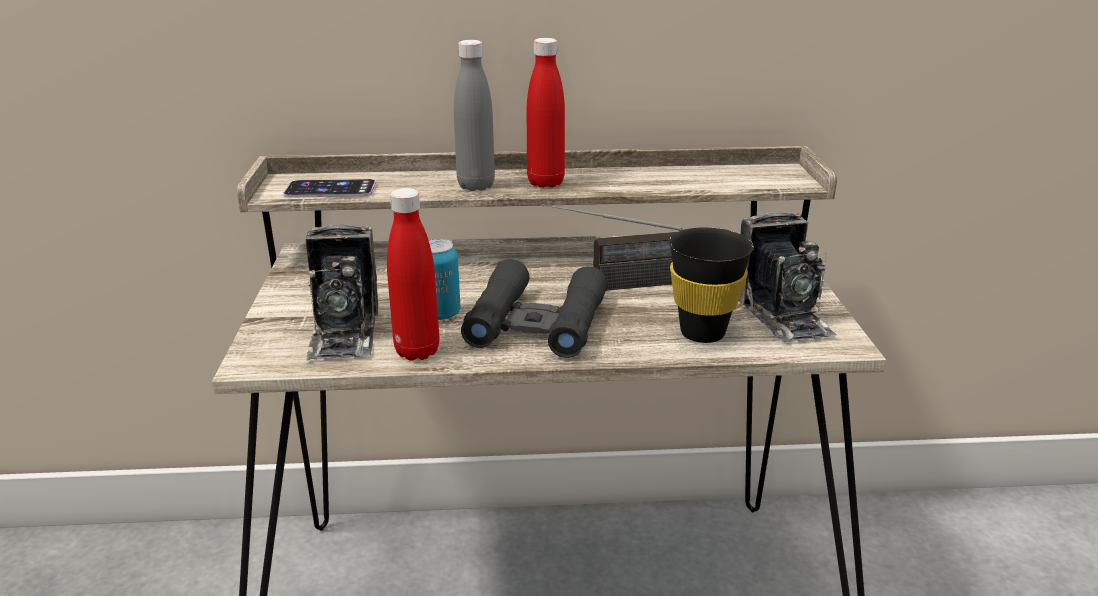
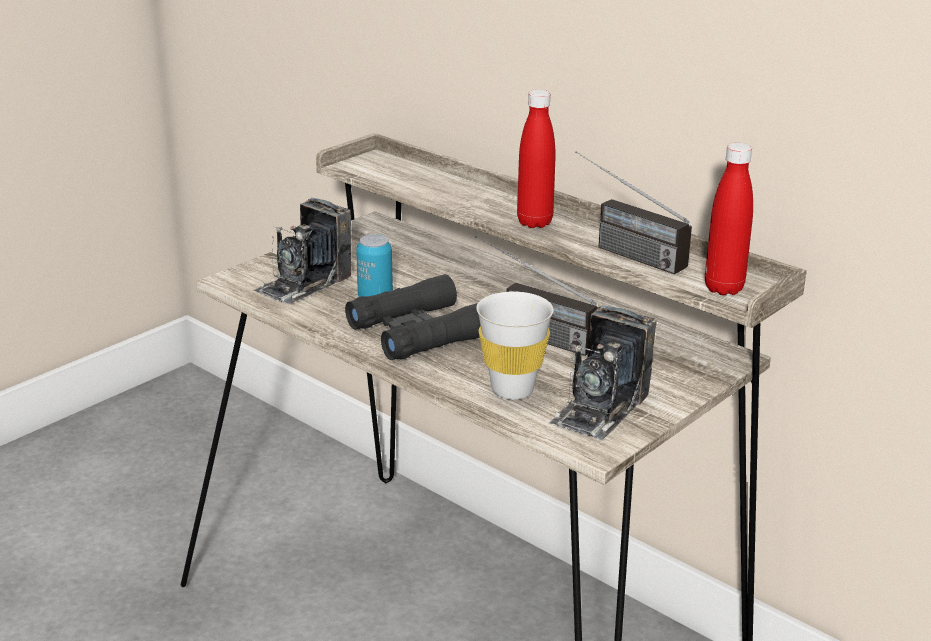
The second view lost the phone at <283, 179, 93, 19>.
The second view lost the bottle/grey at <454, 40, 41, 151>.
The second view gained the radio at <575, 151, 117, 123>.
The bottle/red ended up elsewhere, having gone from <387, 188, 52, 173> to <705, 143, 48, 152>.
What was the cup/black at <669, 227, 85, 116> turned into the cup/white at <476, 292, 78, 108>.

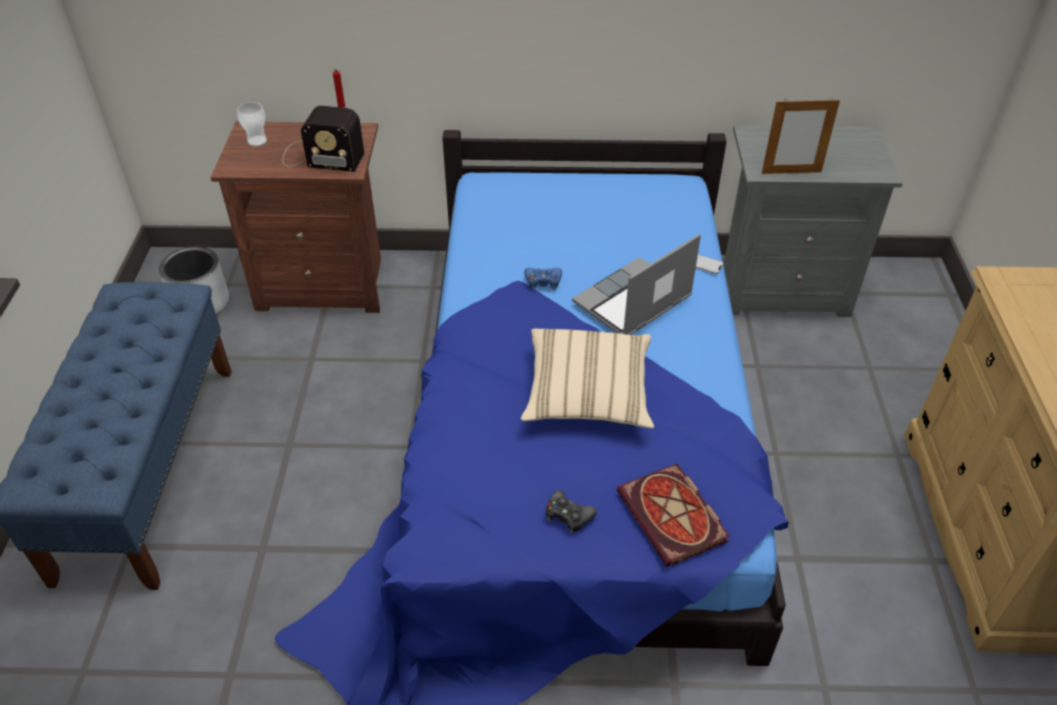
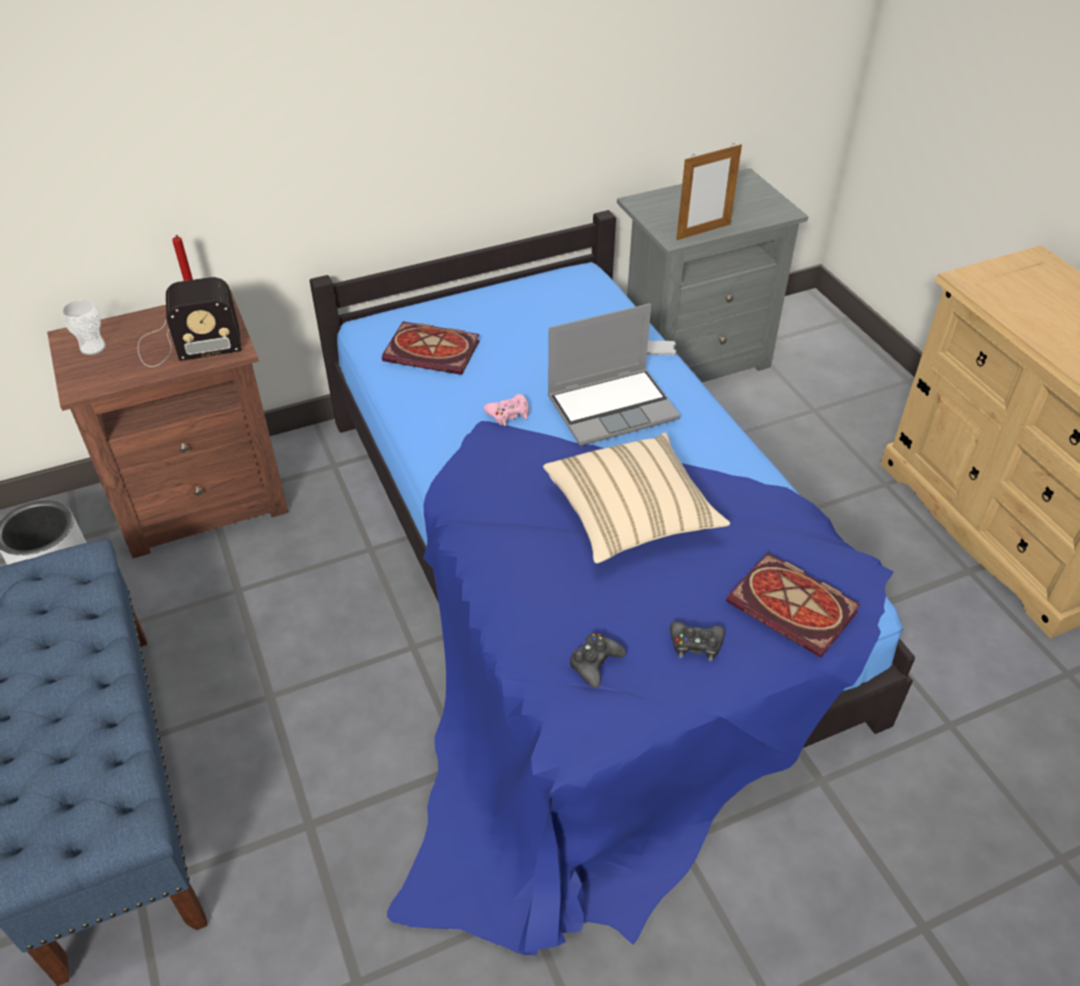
The second view gained the book at <382, 321, 98, 54>.
The second view gained the game controller/black at <570, 634, 56, 54>.
What was the game controller/blue at <524, 268, 38, 22> turned into the game controller/pink at <484, 394, 45, 32>.
The laptop at <572, 233, 129, 102> ended up facing another way, 135 degrees counterclockwise from before.

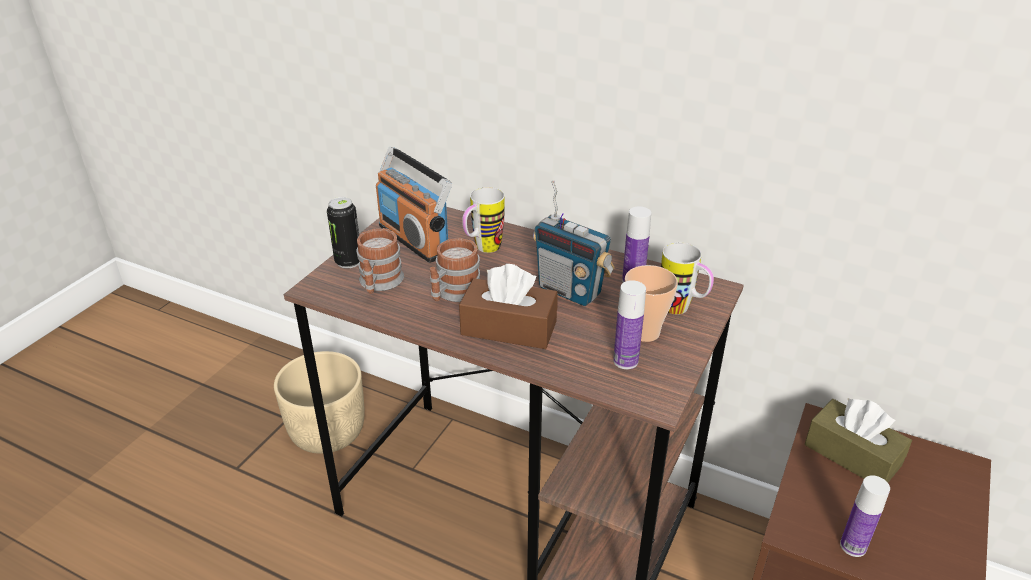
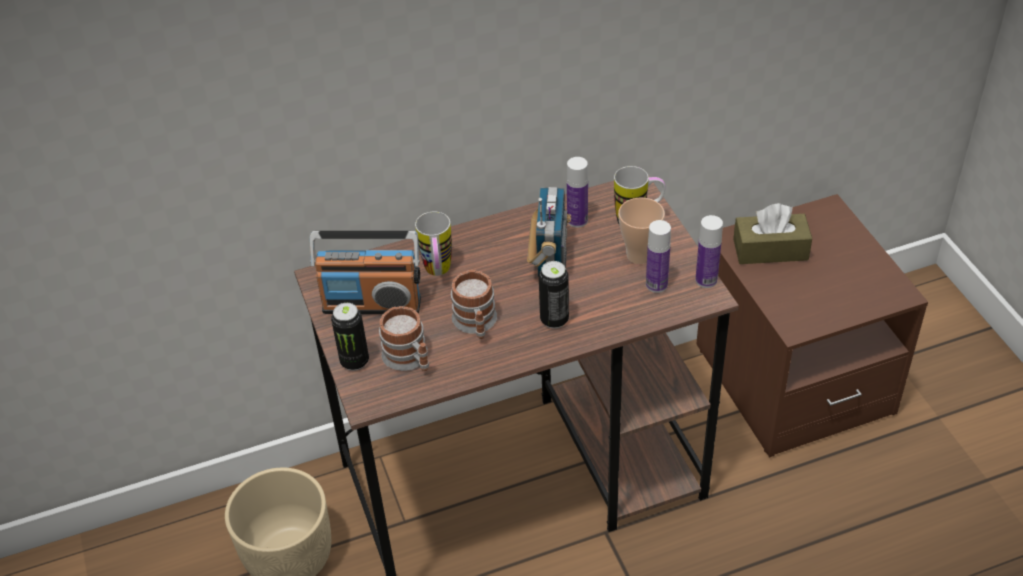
The bottle ended up elsewhere, having gone from <840, 475, 50, 82> to <695, 215, 28, 73>.
Where the tissue box/brown stood at <459, 264, 99, 85>, the can came to stand at <539, 261, 30, 68>.
The radio at <533, 181, 82, 125> ended up facing another way, 75 degrees counterclockwise from before.

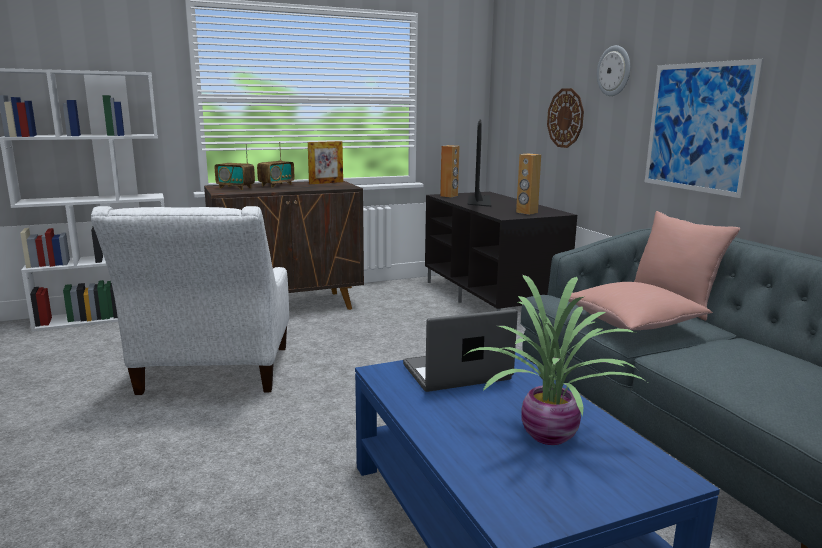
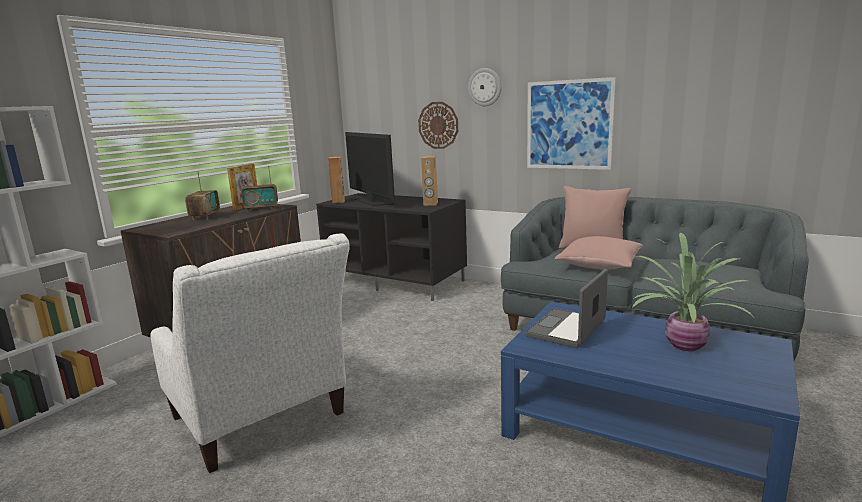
The radio ended up elsewhere, having gone from <215, 144, 40, 46> to <241, 166, 37, 46>.

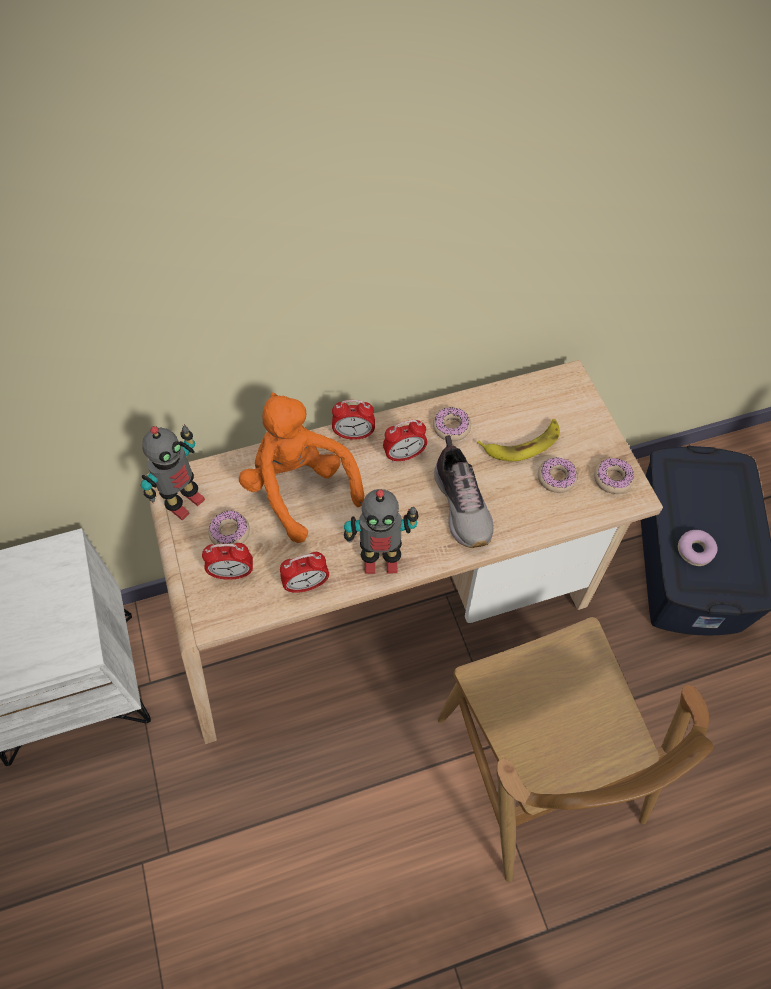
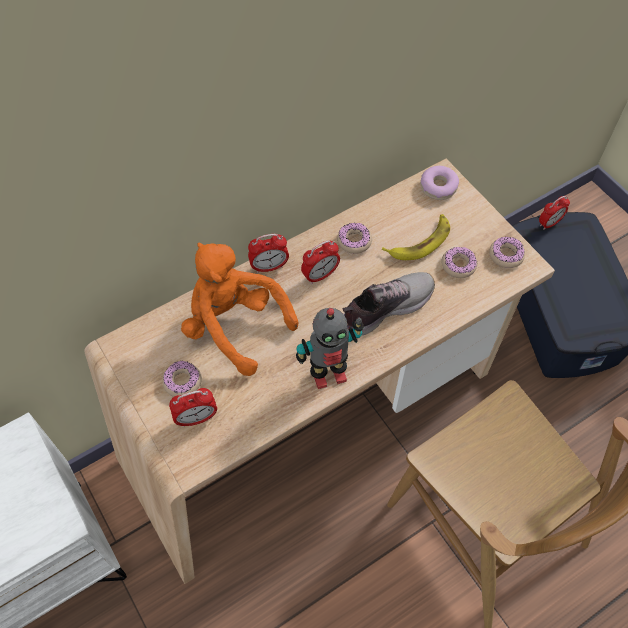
The second view lost the toy robot at <141, 424, 64, 96>.
The alarm clock ended up elsewhere, having gone from <280, 552, 49, 42> to <539, 196, 31, 34>.
The donut ended up elsewhere, having gone from <678, 530, 40, 36> to <420, 166, 39, 34>.
The shoe at <434, 435, 60, 113> ended up facing another way, 90 degrees counterclockwise from before.

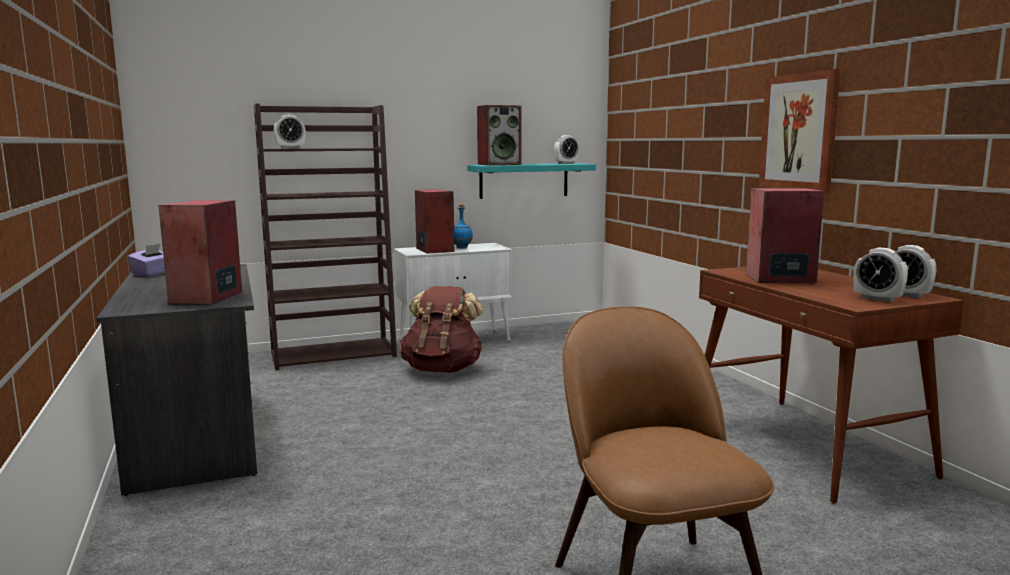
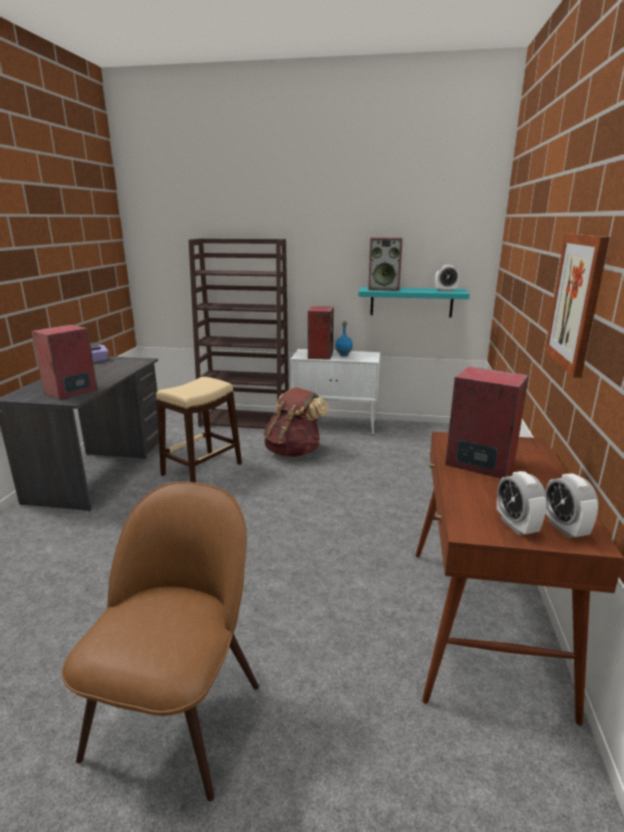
The second view lost the alarm clock at <274, 115, 32, 34>.
The second view gained the stool/beige at <156, 377, 86, 105>.

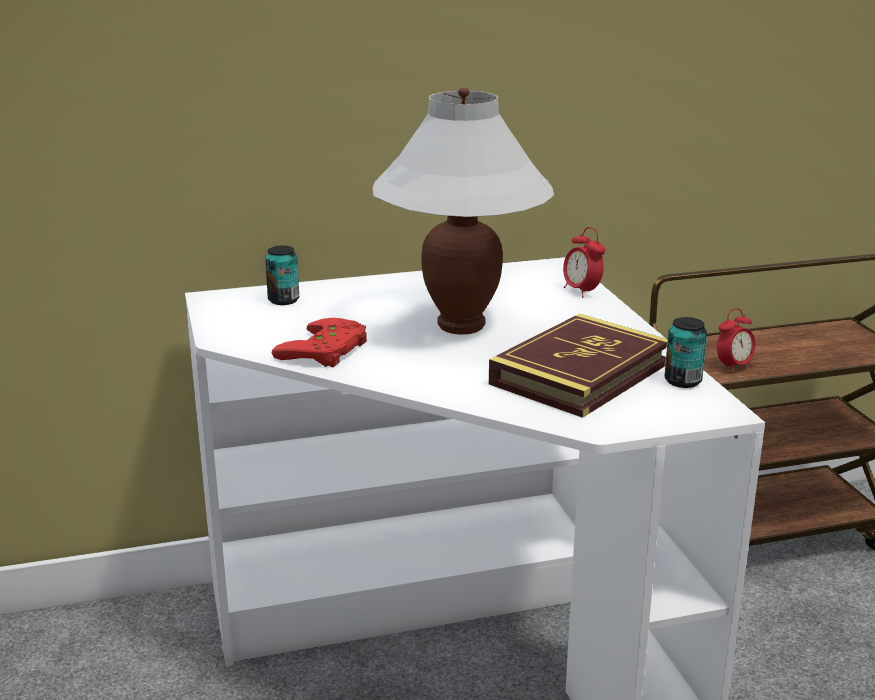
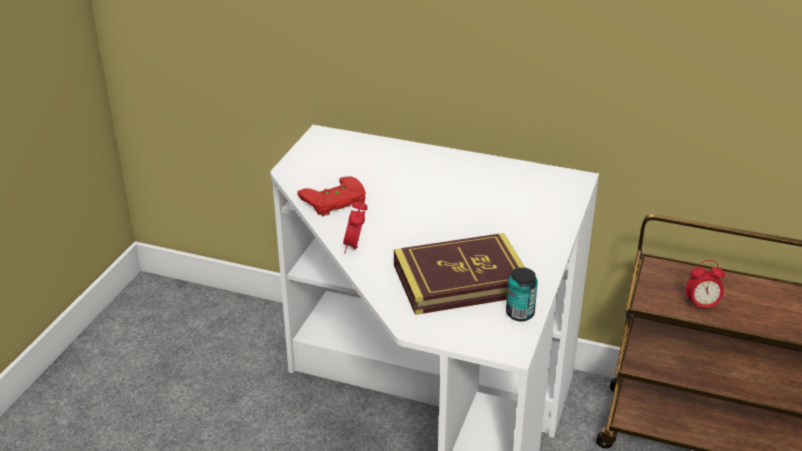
The second view lost the can at <265, 246, 34, 59>.
The second view lost the table lamp/white at <373, 87, 181, 248>.
The alarm clock ended up elsewhere, having gone from <563, 227, 42, 71> to <343, 198, 25, 55>.

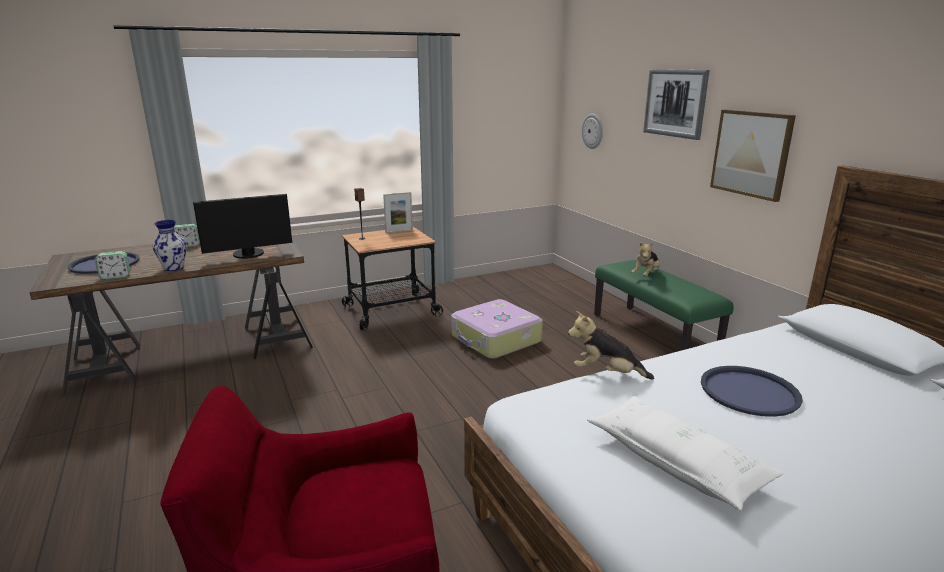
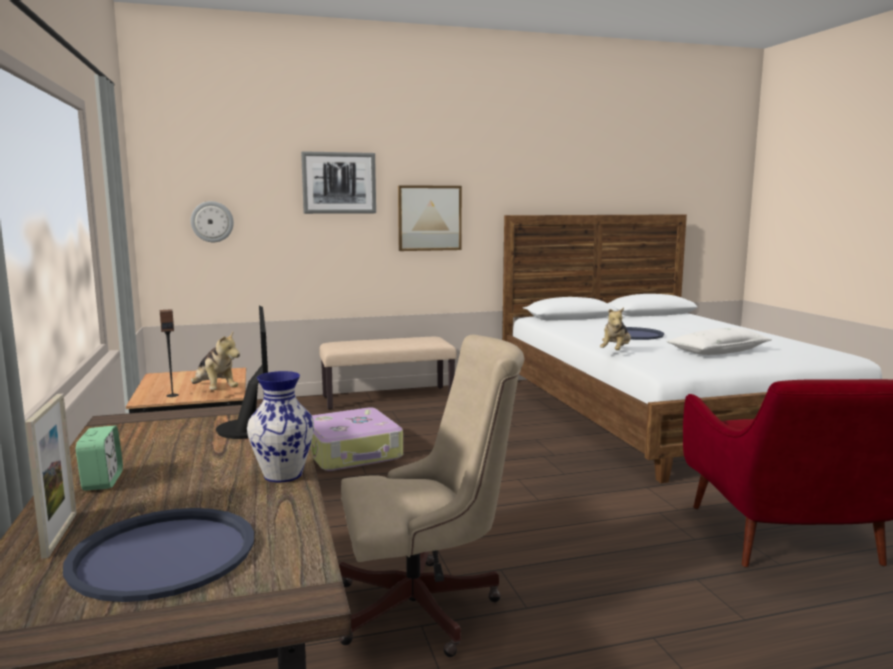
The second view lost the alarm clock at <95, 251, 35, 28>.
The second view gained the office chair/beige at <339, 335, 185, 322>.
The picture frame ended up elsewhere, having gone from <383, 192, 30, 41> to <25, 394, 52, 165>.
The plush toy ended up elsewhere, having gone from <631, 242, 29, 35> to <191, 332, 49, 58>.
What was the bench/green at <594, 260, 140, 91> turned into the bench/beige at <319, 336, 138, 73>.

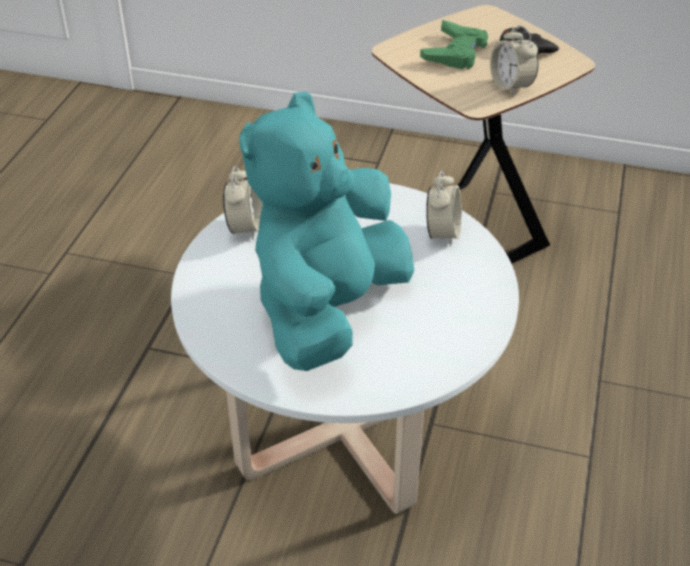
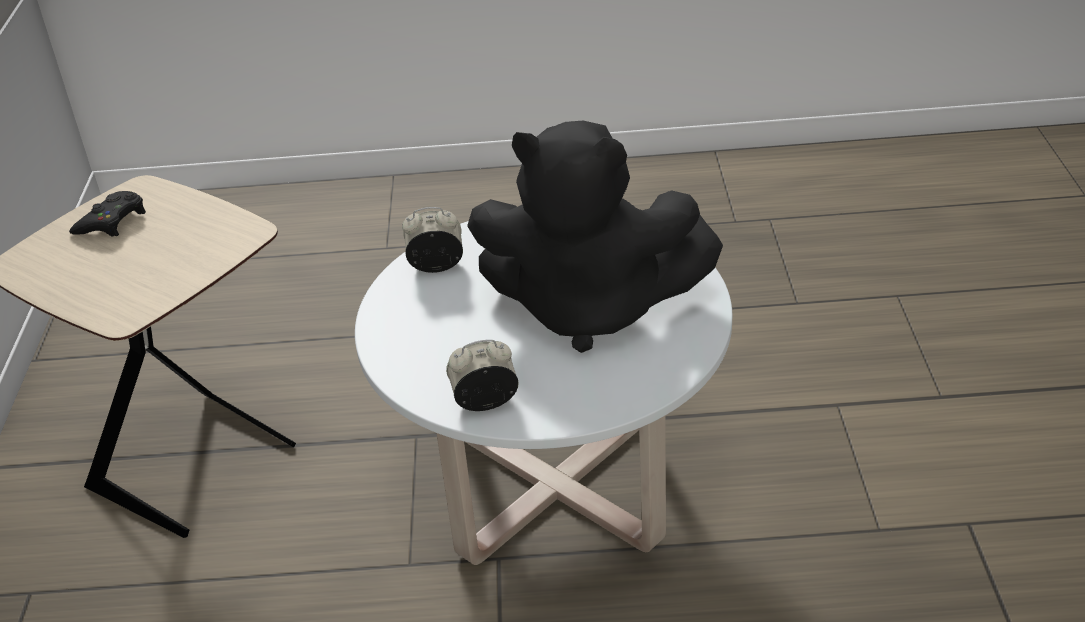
The second view lost the game controller/green at <420, 20, 68, 49>.
The second view lost the alarm clock at <490, 25, 49, 71>.
What was the plush toy/turquoise at <239, 91, 175, 280> turned into the plush toy/black at <467, 120, 256, 233>.

